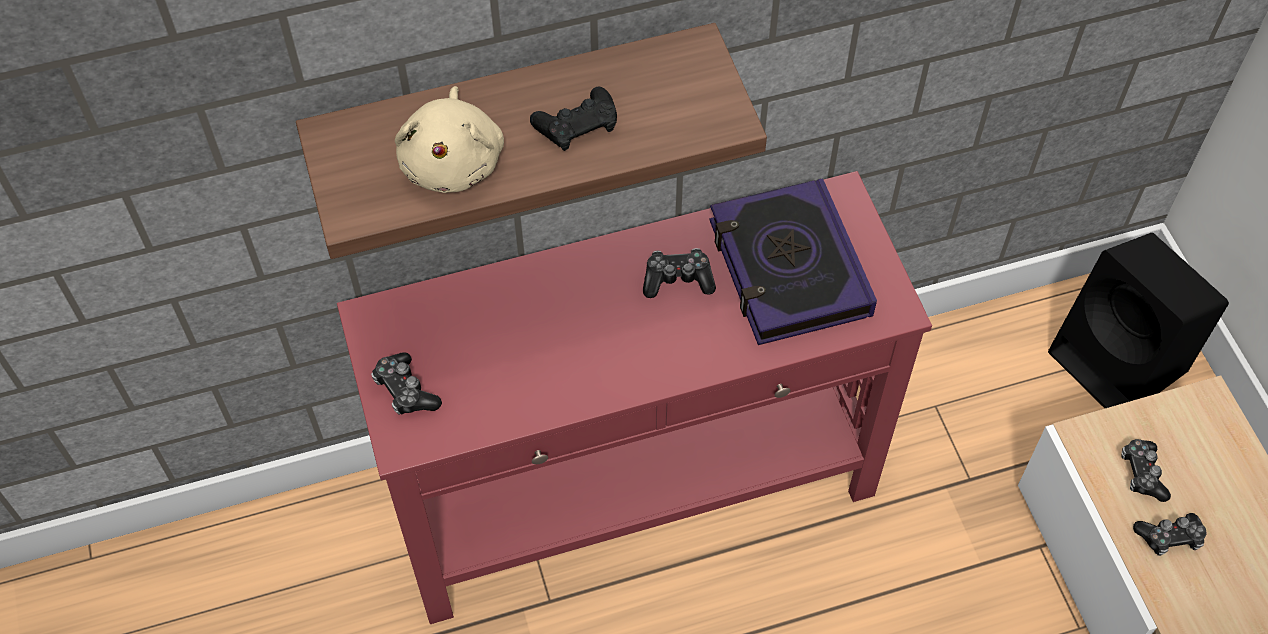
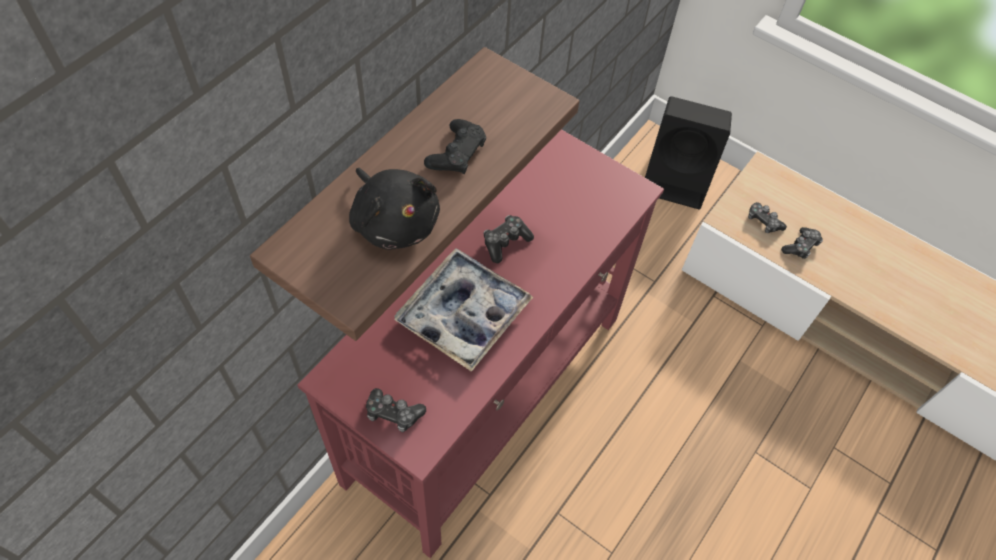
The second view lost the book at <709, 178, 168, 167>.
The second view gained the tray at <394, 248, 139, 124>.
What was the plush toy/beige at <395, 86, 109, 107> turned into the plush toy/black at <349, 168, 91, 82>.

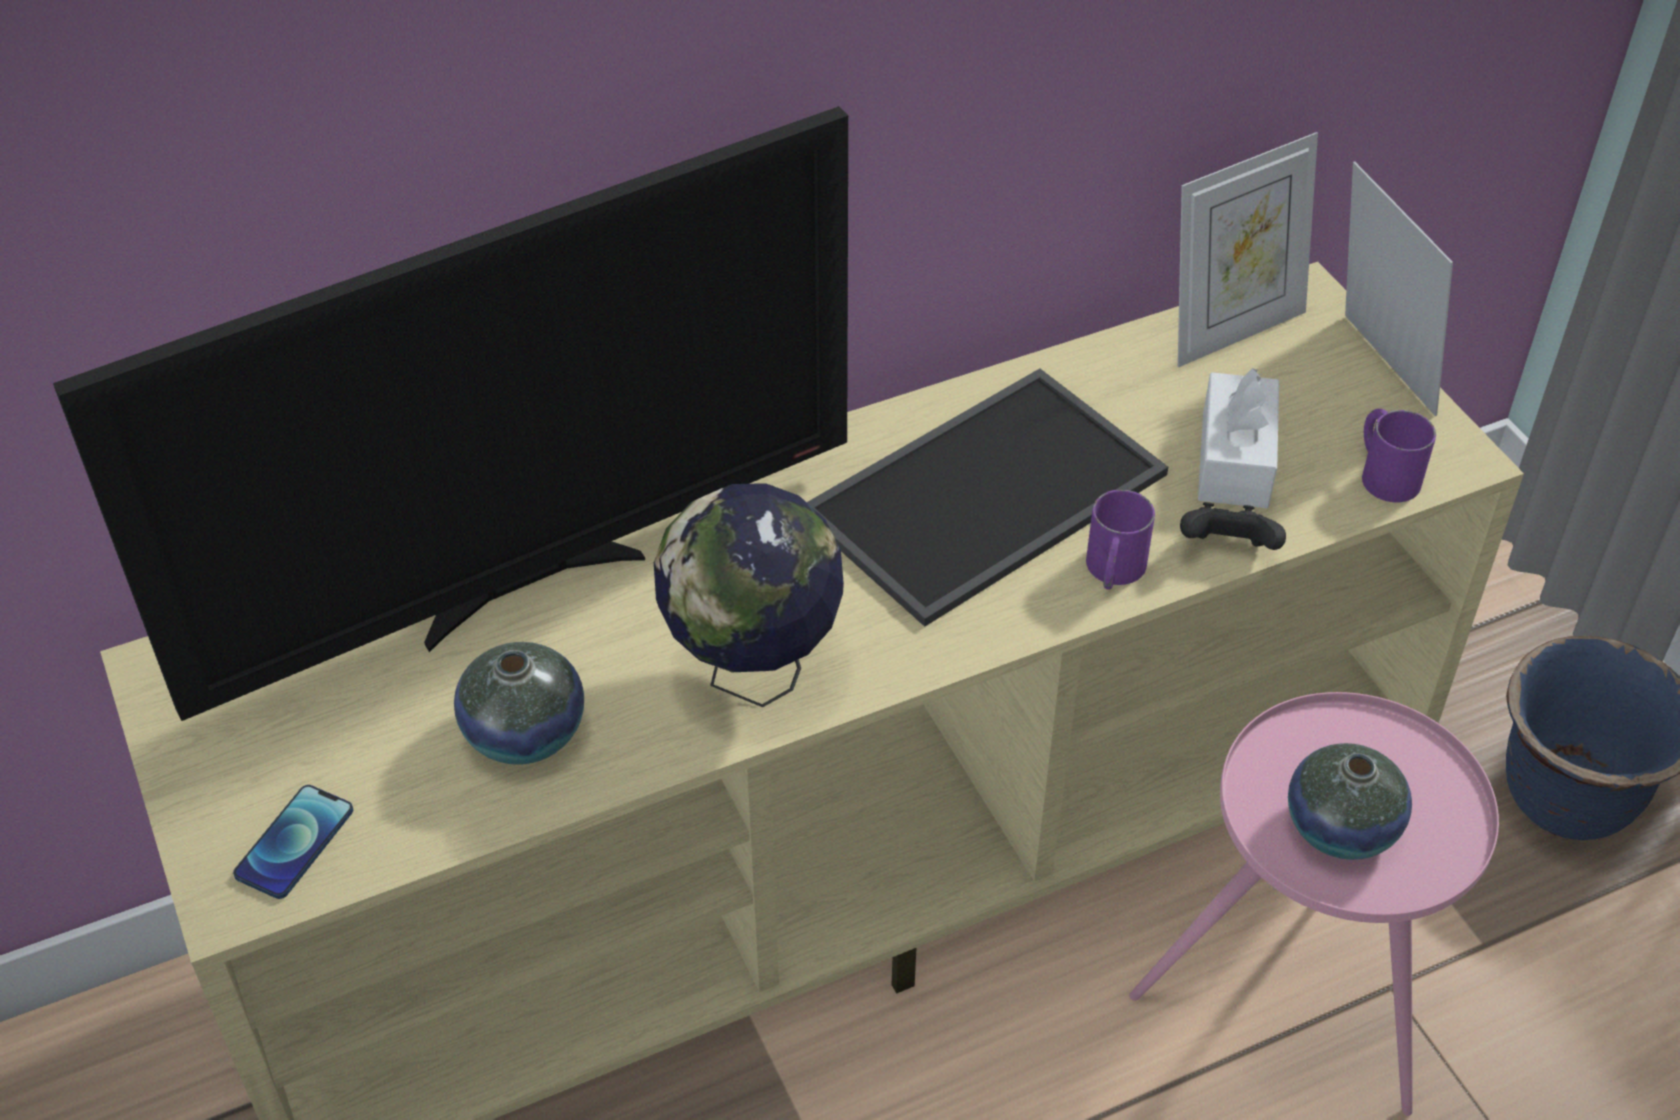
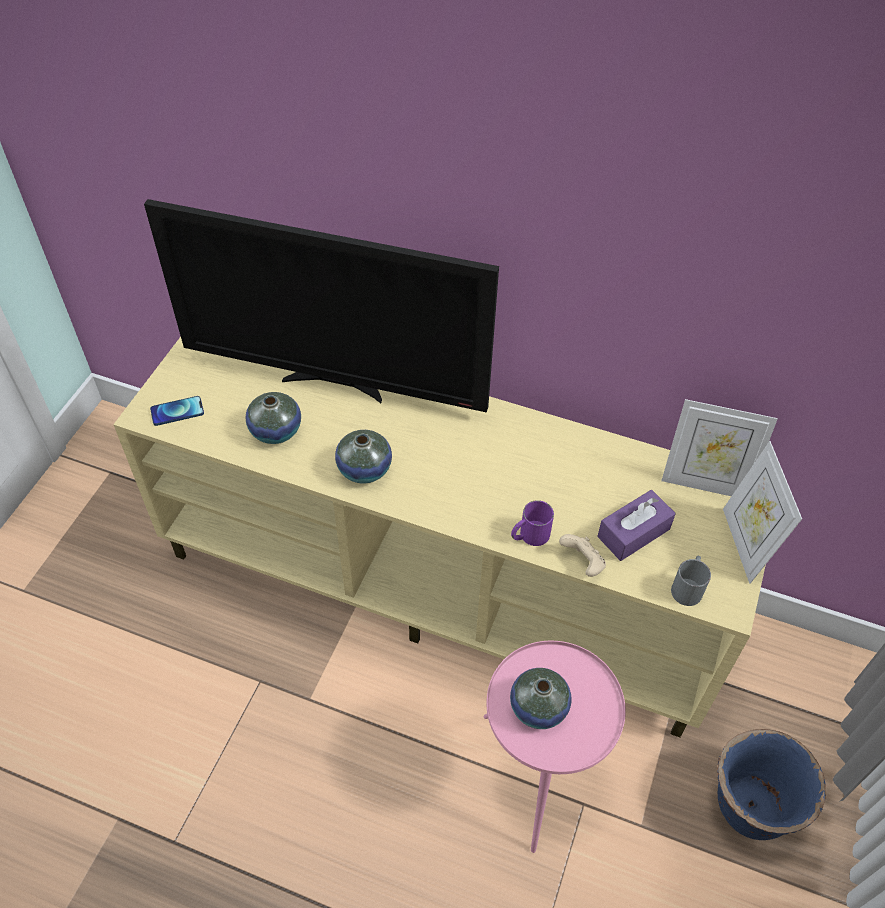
The second view lost the tray at <807, 368, 361, 259>.
Where the globe stood at <654, 483, 190, 224>, the vase came to stand at <335, 430, 57, 54>.
What was the game controller/black at <1180, 502, 106, 48> turned into the game controller/beige at <559, 534, 47, 43>.
What was the tissue box/white at <1198, 368, 81, 140> turned into the tissue box/purple at <597, 490, 79, 71>.
What was the mug/purple at <1362, 409, 74, 93> turned into the mug/grey at <671, 556, 40, 50>.
The picture frame at <1345, 161, 108, 255> ended up facing another way, 150 degrees clockwise from before.

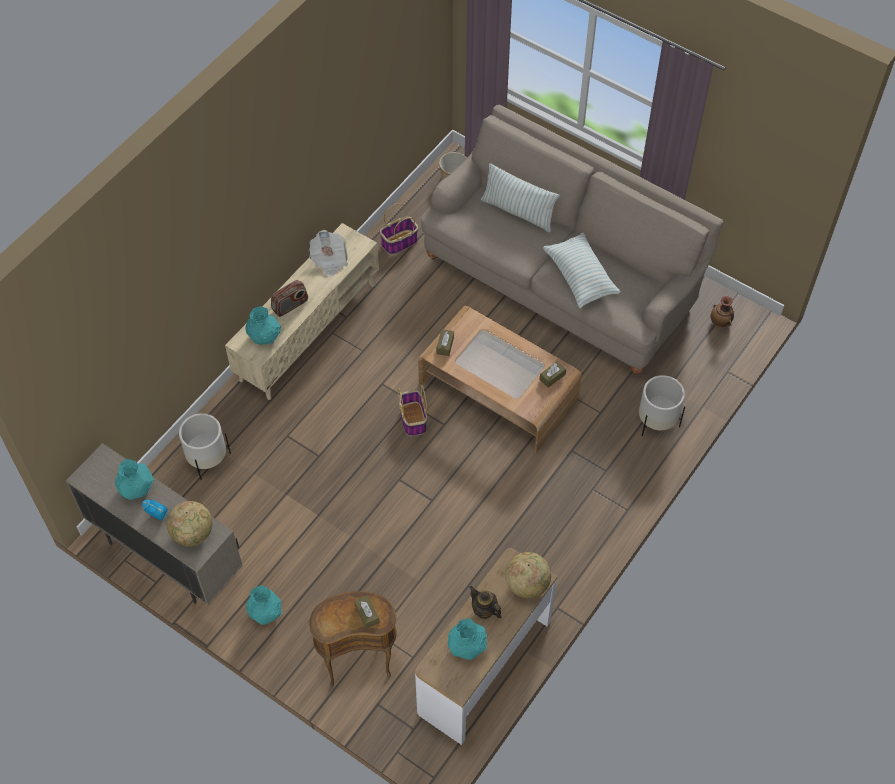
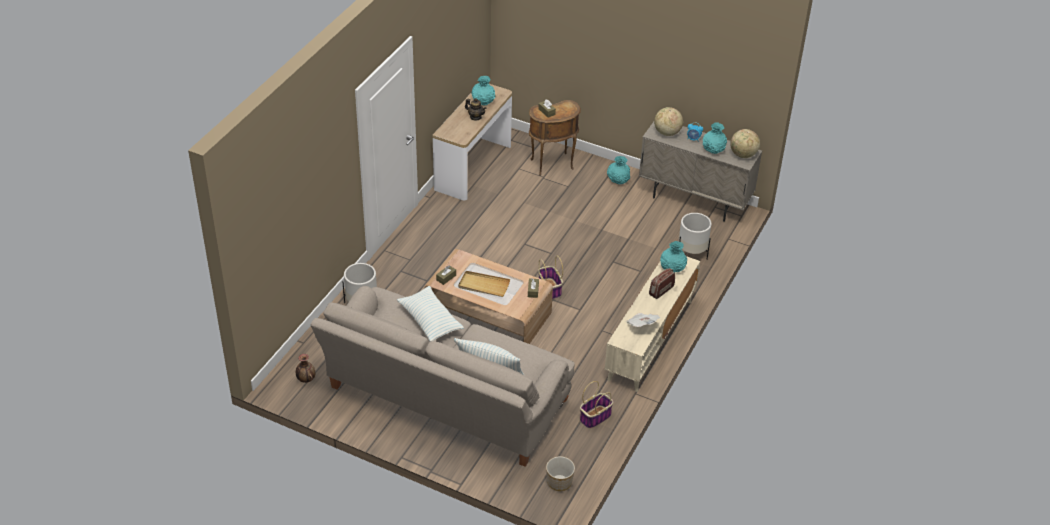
The second view gained the tray/beige at <458, 271, 52, 26>.
The globe ended up elsewhere, having gone from <505, 552, 46, 46> to <730, 129, 30, 29>.

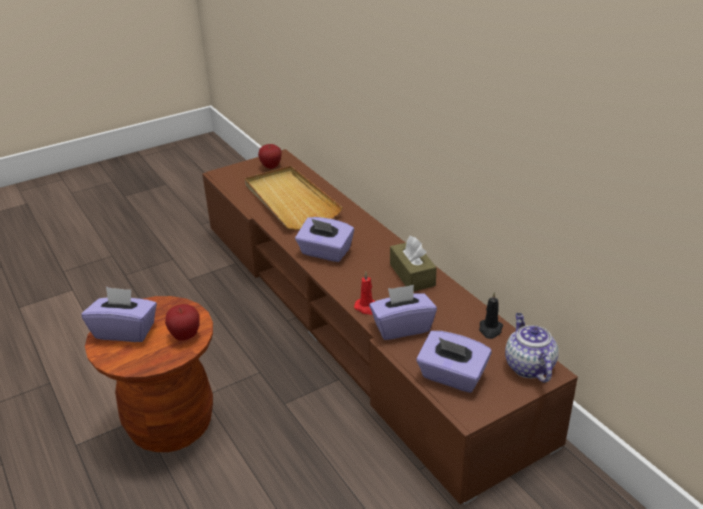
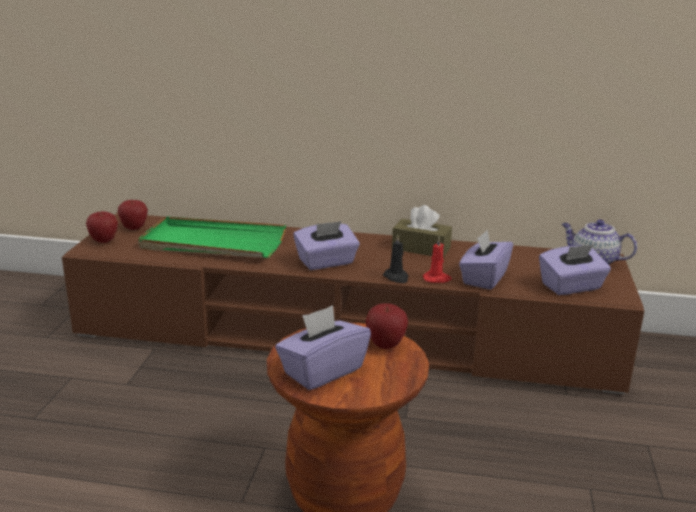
The second view gained the apple at <86, 211, 32, 32>.
The candle/black ended up elsewhere, having gone from <479, 292, 24, 47> to <383, 235, 26, 48>.
What was the tray/beige at <245, 166, 98, 64> turned into the tray/green at <138, 216, 148, 42>.

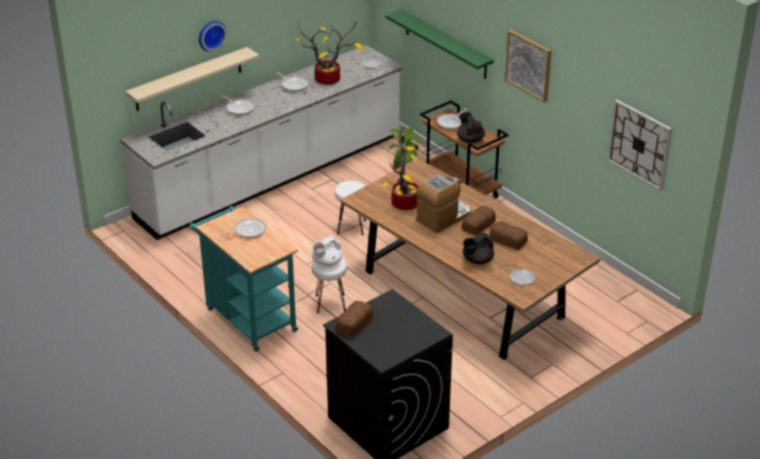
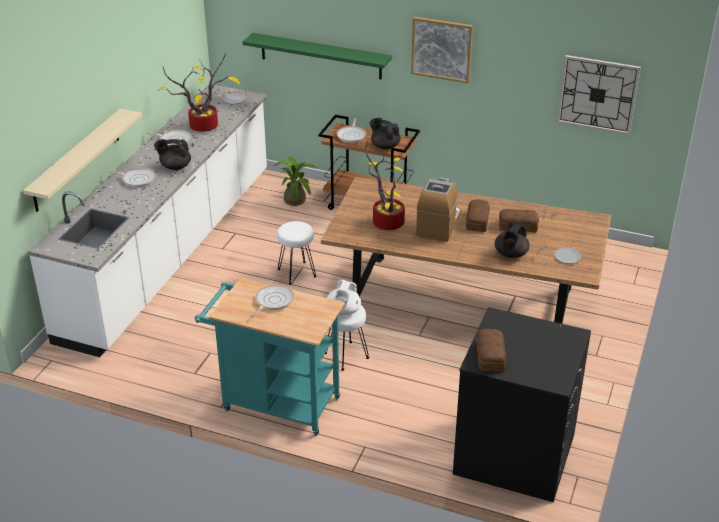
The second view lost the wall clock at <199, 21, 28, 31>.
The second view gained the teapot/black at <154, 139, 37, 31>.

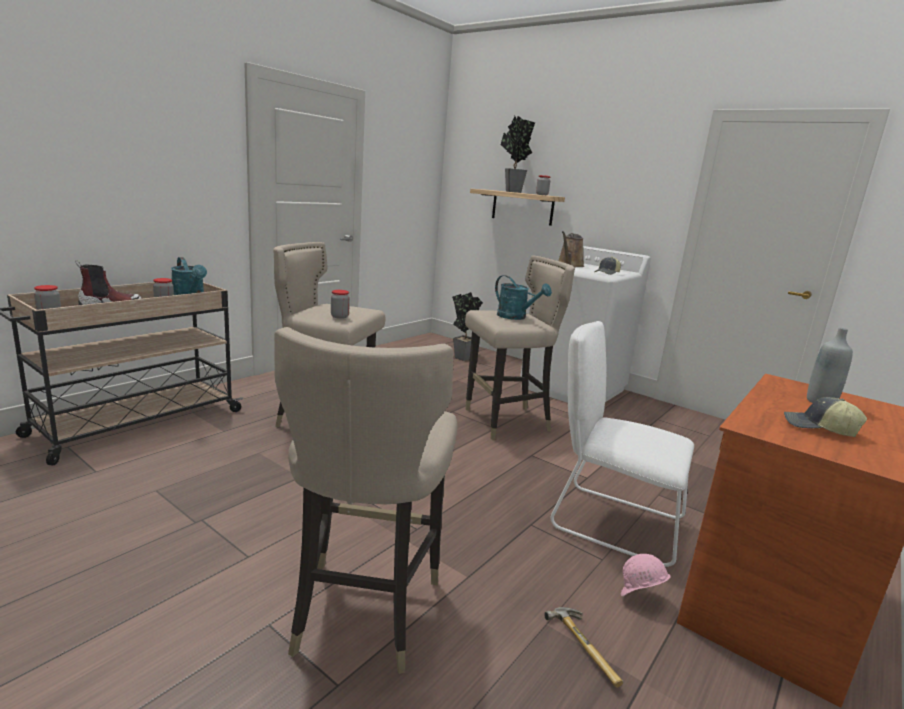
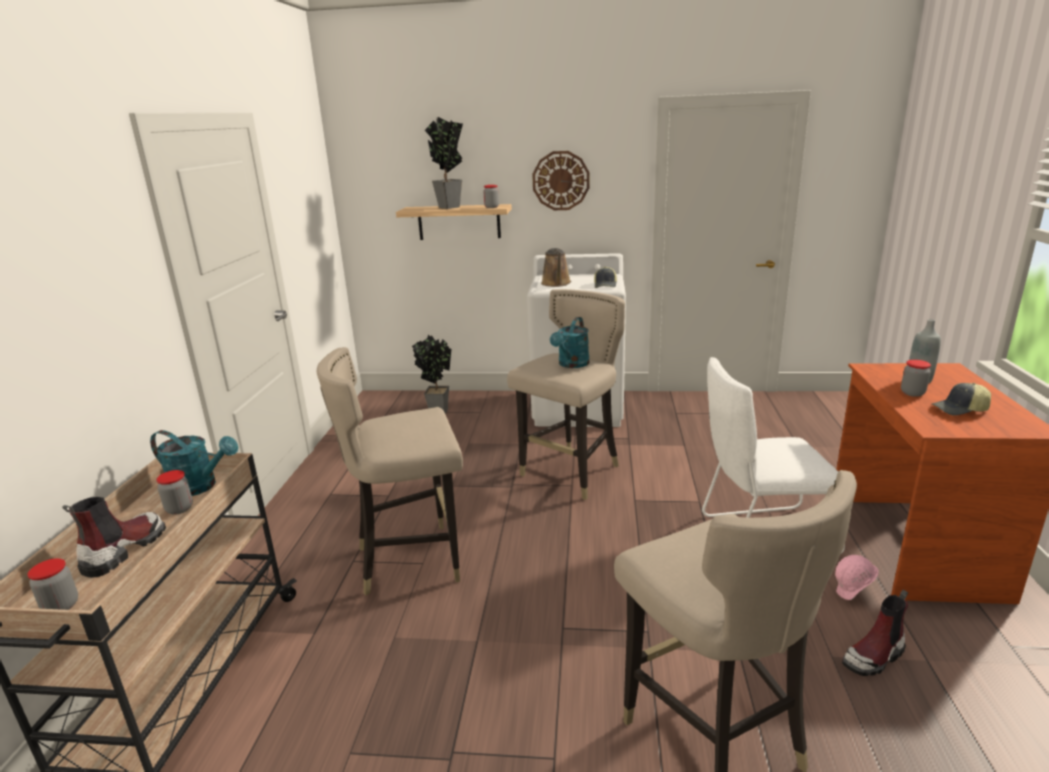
The second view gained the wall clock at <532, 151, 57, 59>.
The jar ended up elsewhere, having gone from <331, 290, 19, 29> to <901, 359, 30, 38>.
Where the hammer stood at <544, 607, 79, 80>, the boot came to stand at <842, 590, 66, 86>.
The watering can/turquoise at <495, 275, 57, 45> ended up facing another way, 105 degrees clockwise from before.

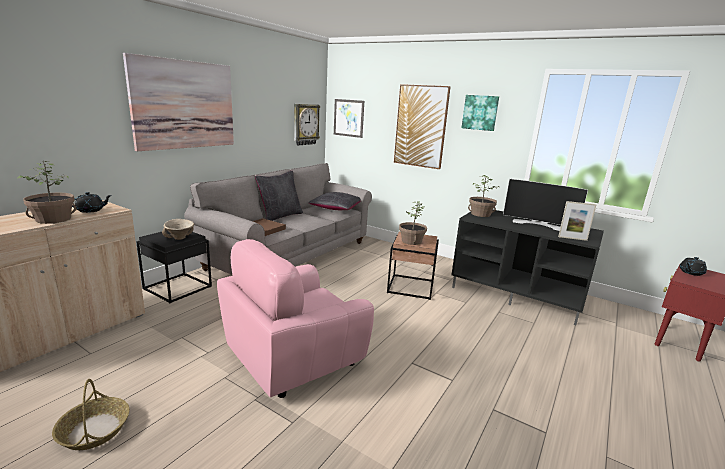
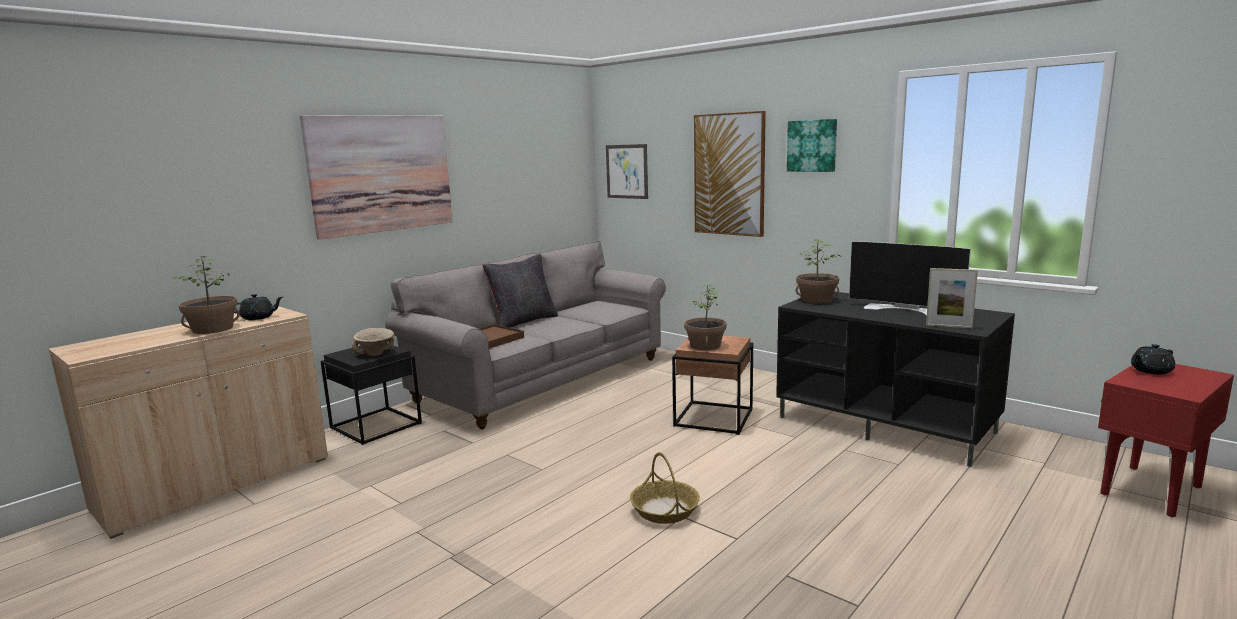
The second view lost the armchair/pink at <217, 239, 157, 159>.
The second view lost the wall clock at <294, 104, 26, 42>.
The second view lost the pillow/black at <308, 192, 53, 18>.
The basket ended up elsewhere, having gone from <52, 379, 77, 71> to <630, 452, 70, 72>.

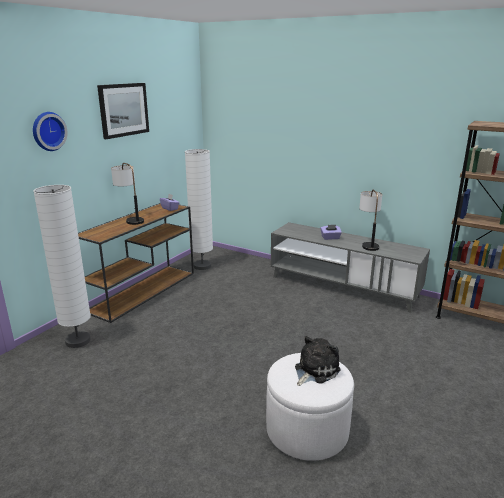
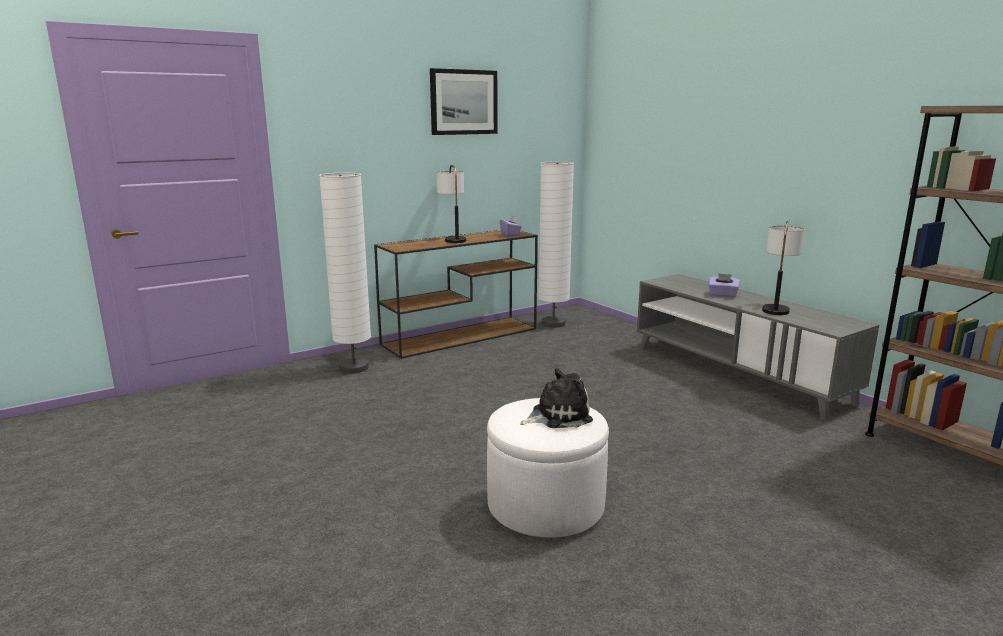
The second view lost the wall clock at <33, 112, 35, 39>.

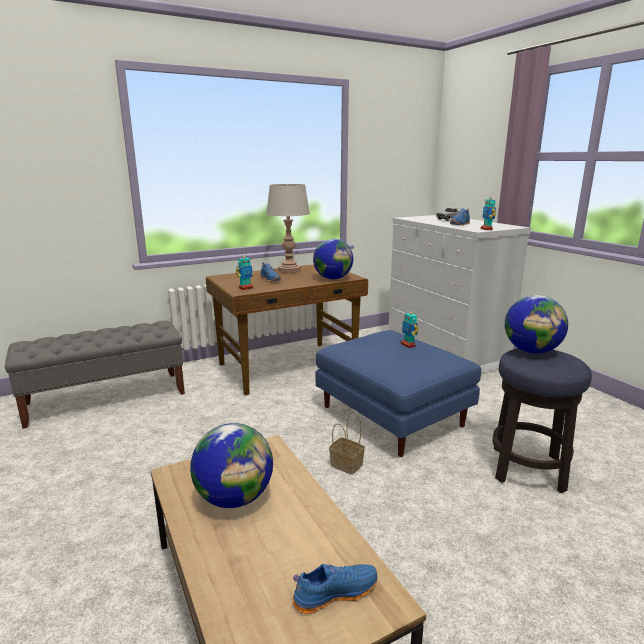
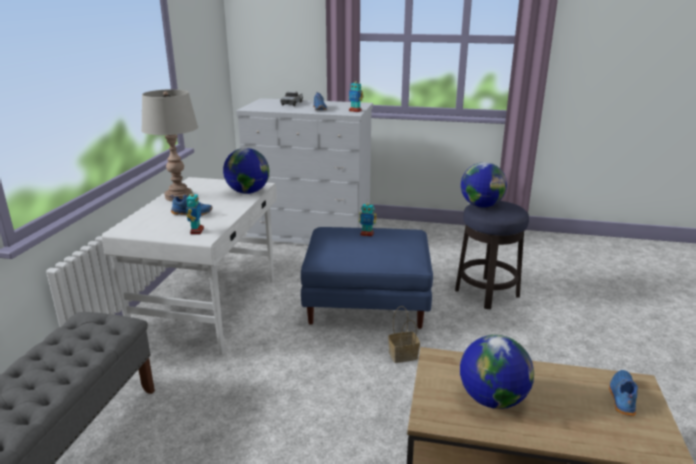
What was the desk/brown at <206, 264, 162, 131> turned into the desk/white at <102, 177, 175, 178>.

